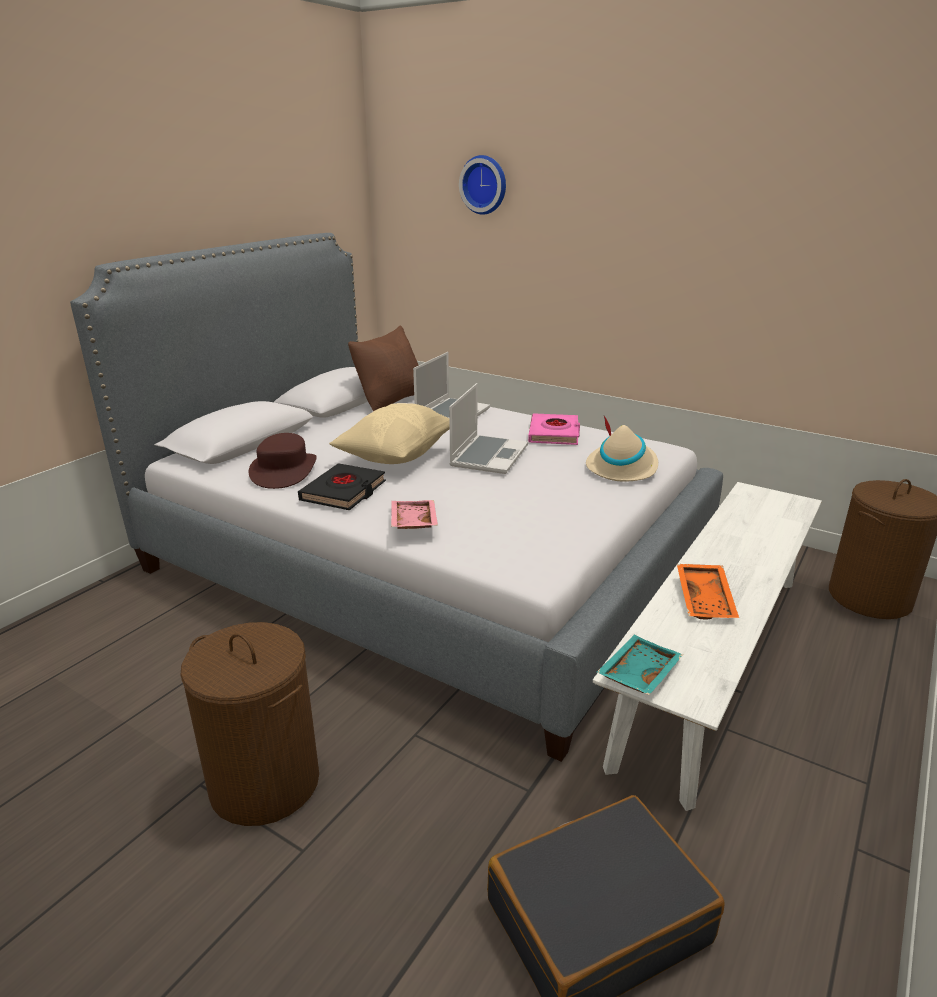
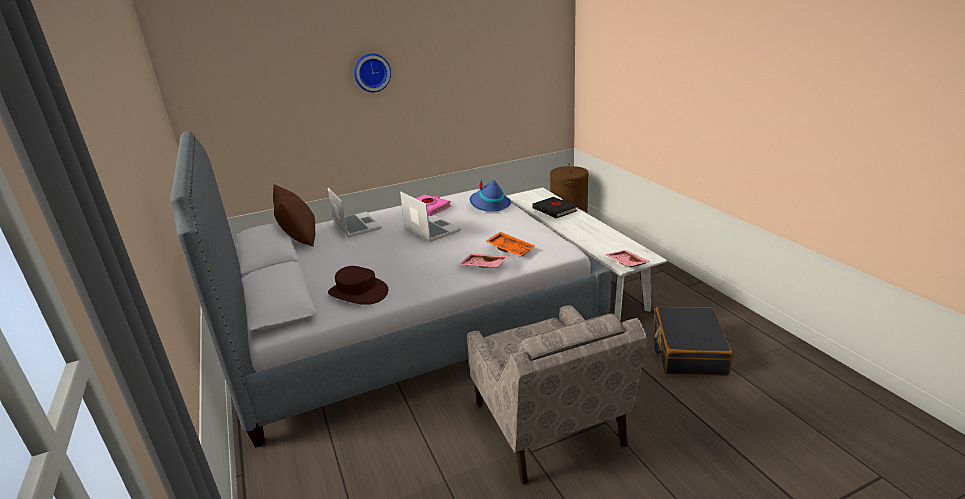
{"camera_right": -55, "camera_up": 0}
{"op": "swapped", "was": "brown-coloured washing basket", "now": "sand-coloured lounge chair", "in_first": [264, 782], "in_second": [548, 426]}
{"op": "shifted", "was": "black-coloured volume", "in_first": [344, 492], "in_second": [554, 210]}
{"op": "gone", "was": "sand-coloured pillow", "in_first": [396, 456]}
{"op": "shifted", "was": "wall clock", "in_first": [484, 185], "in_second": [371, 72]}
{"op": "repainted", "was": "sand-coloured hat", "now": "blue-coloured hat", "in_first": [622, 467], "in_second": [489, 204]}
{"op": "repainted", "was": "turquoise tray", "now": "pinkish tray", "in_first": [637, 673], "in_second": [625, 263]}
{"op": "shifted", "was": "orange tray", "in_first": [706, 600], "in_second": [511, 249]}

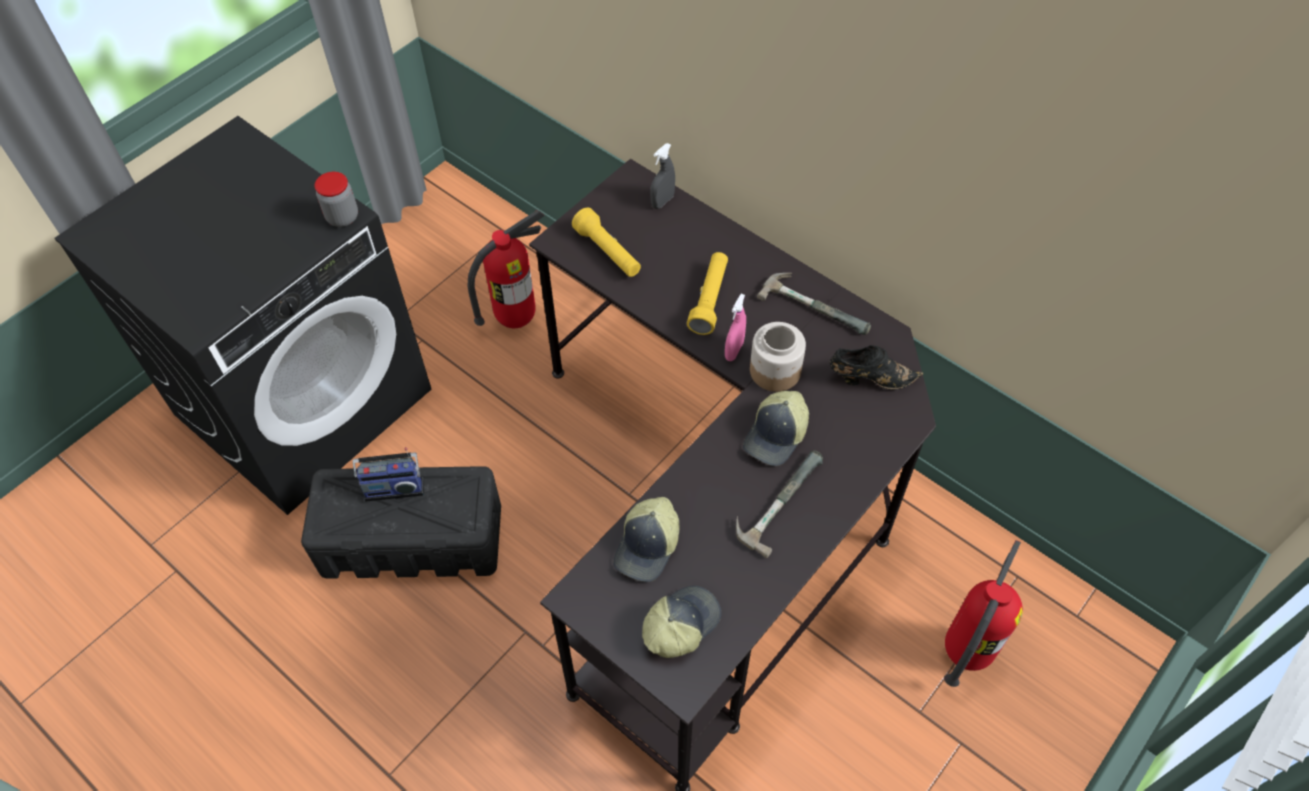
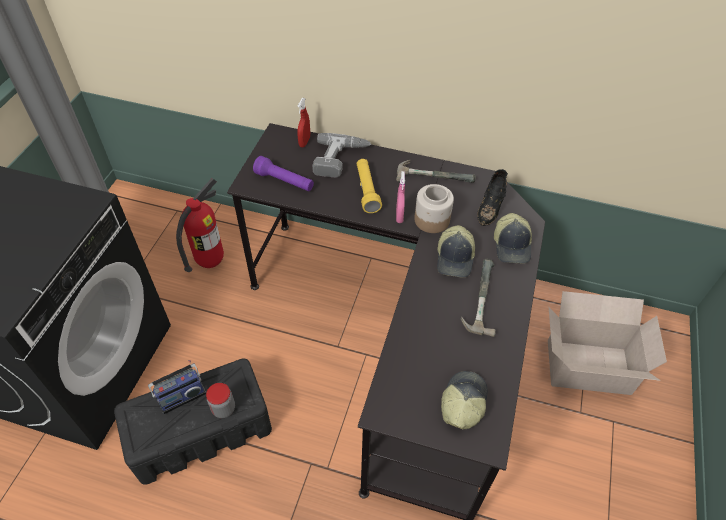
{"camera_right": -25, "camera_up": -5}
{"op": "shifted", "was": "jar", "in_first": [342, 217], "in_second": [223, 408]}
{"op": "repainted", "was": "yellow-coloured flashlight", "now": "purplish flashlight", "in_first": [608, 252], "in_second": [284, 181]}
{"op": "shifted", "was": "baseball cap", "in_first": [648, 546], "in_second": [512, 246]}
{"op": "repainted", "was": "grey spray bottle", "now": "red-coloured spray bottle", "in_first": [662, 201], "in_second": [304, 142]}
{"op": "rotated", "was": "black-coloured item of footwear", "in_first": [869, 379], "in_second": [491, 207], "clockwise": 135}
{"op": "swapped", "was": "extinguisher", "now": "packing box", "in_first": [964, 652], "in_second": [585, 366]}
{"op": "new", "now": "power drill", "in_second": [340, 160]}

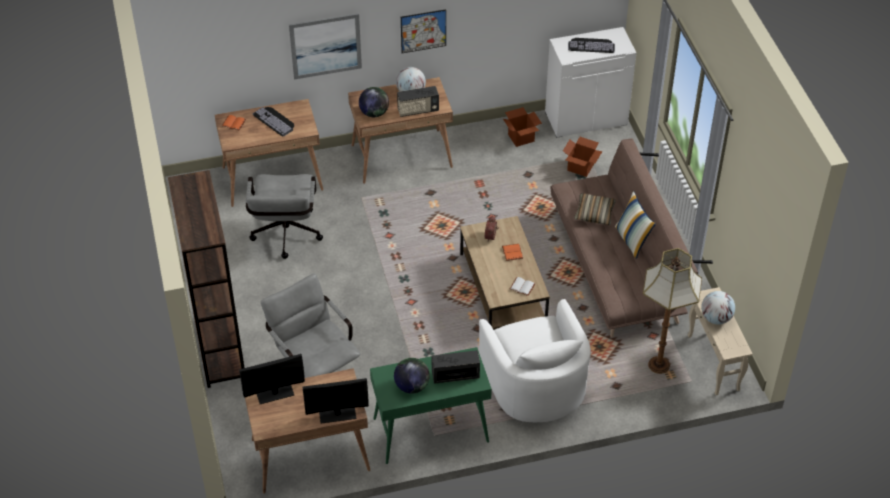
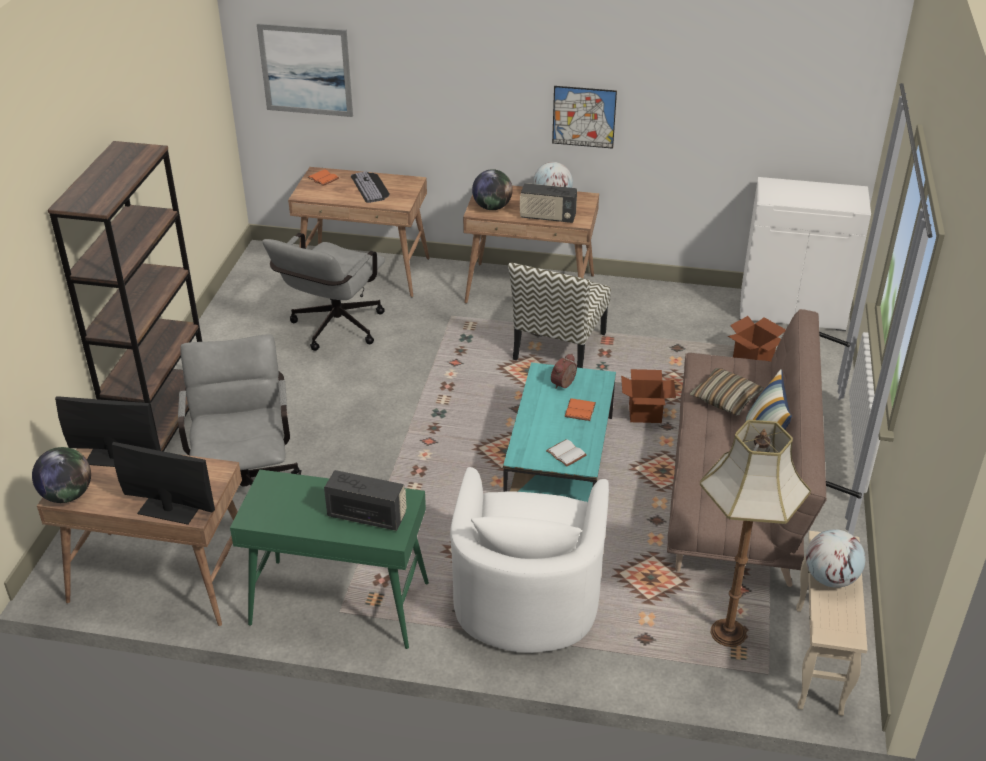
{"camera_right": 25, "camera_up": -10}
{"op": "shifted", "was": "wall picture", "in_first": [325, 46], "in_second": [306, 70]}
{"op": "shifted", "was": "globe", "in_first": [411, 386], "in_second": [67, 495]}
{"op": "repainted", "was": "brown-coloured low table", "now": "turquoise low table", "in_first": [503, 288], "in_second": [560, 463]}
{"op": "shifted", "was": "packing box", "in_first": [521, 138], "in_second": [645, 414]}
{"op": "gone", "was": "keyboard", "in_first": [591, 45]}
{"op": "new", "now": "upright chair", "in_second": [559, 348]}

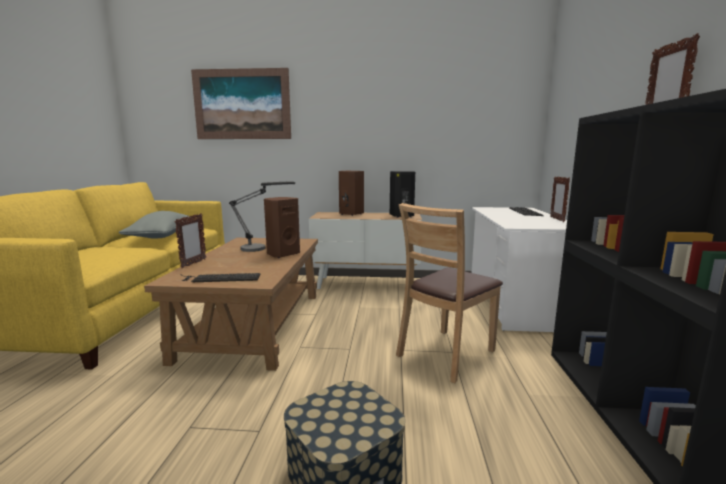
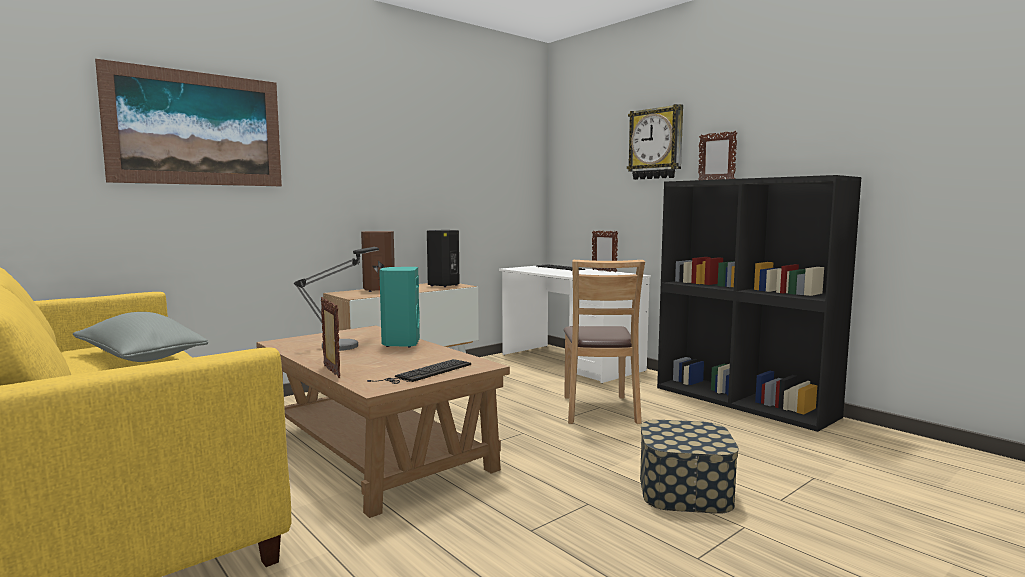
{"camera_right": -45, "camera_up": -5}
{"op": "repainted", "was": "brown-coloured audio speaker", "now": "turquoise audio speaker", "in_first": [282, 254], "in_second": [400, 343]}
{"op": "new", "now": "wall clock", "in_second": [656, 144]}

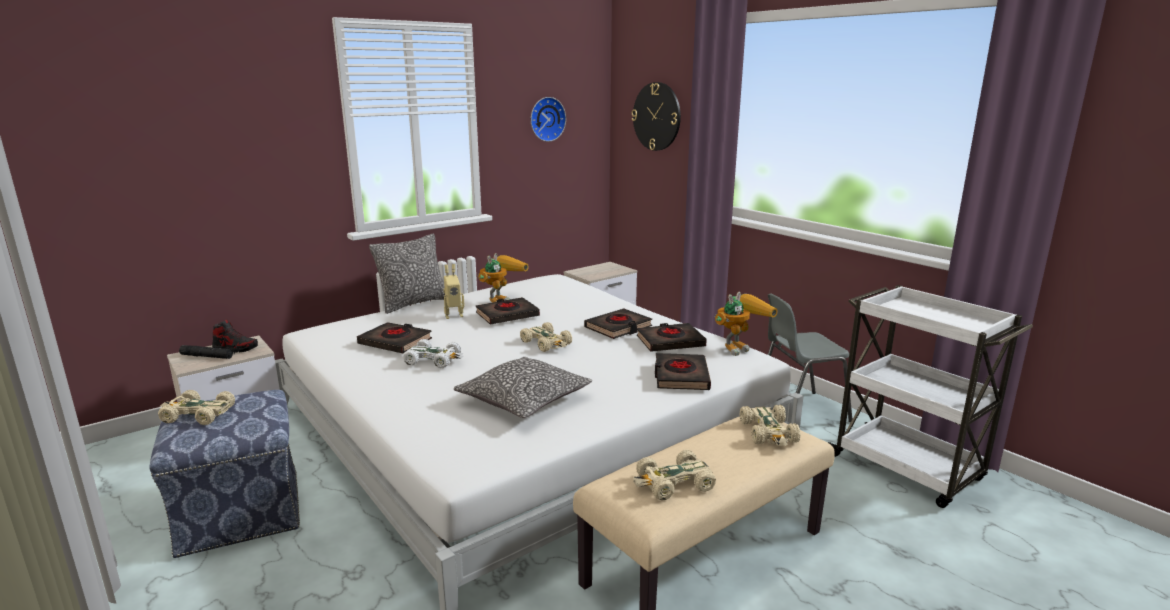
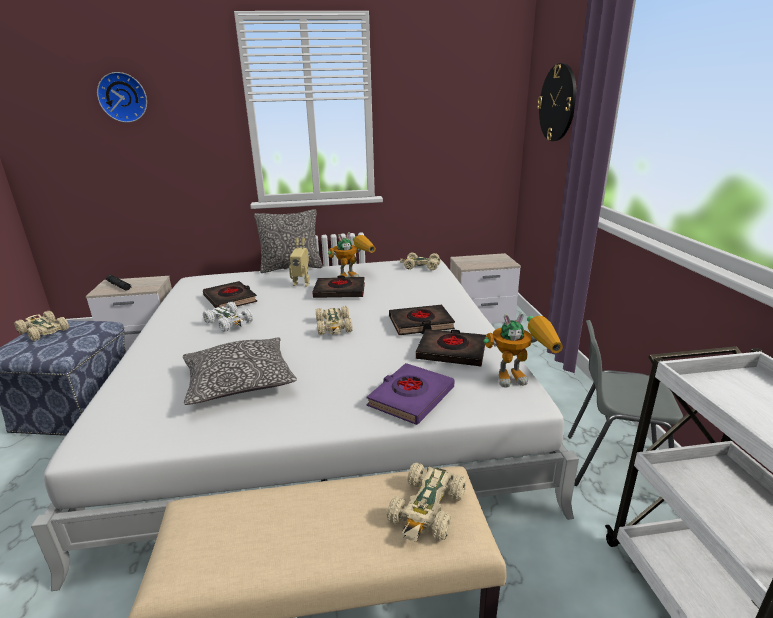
{"camera_right": 30, "camera_up": 5}
{"op": "gone", "was": "item of footwear", "in_first": [236, 348]}
{"op": "shifted", "was": "wall clock", "in_first": [546, 119], "in_second": [123, 97]}
{"op": "shifted", "was": "sand-coloured toy car", "in_first": [673, 483], "in_second": [421, 266]}
{"op": "repainted", "was": "black-coloured volume", "now": "purplish volume", "in_first": [681, 376], "in_second": [410, 397]}

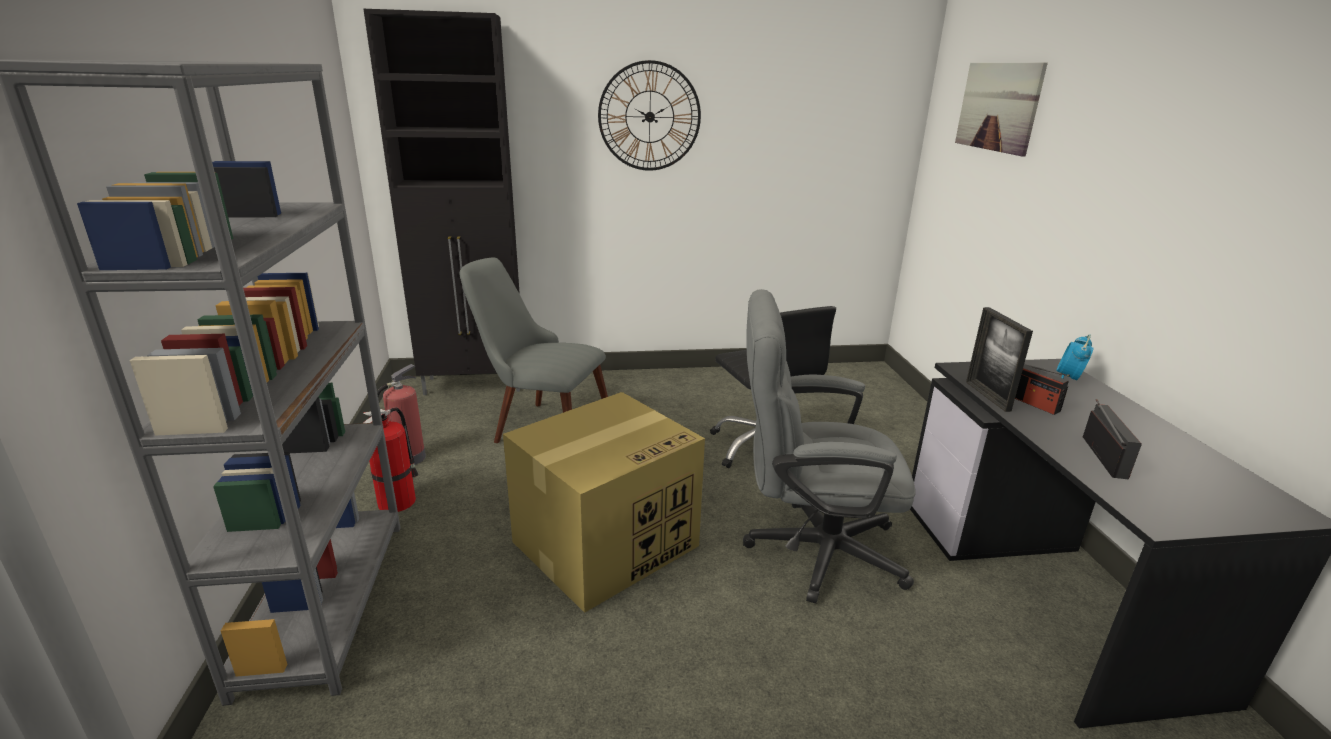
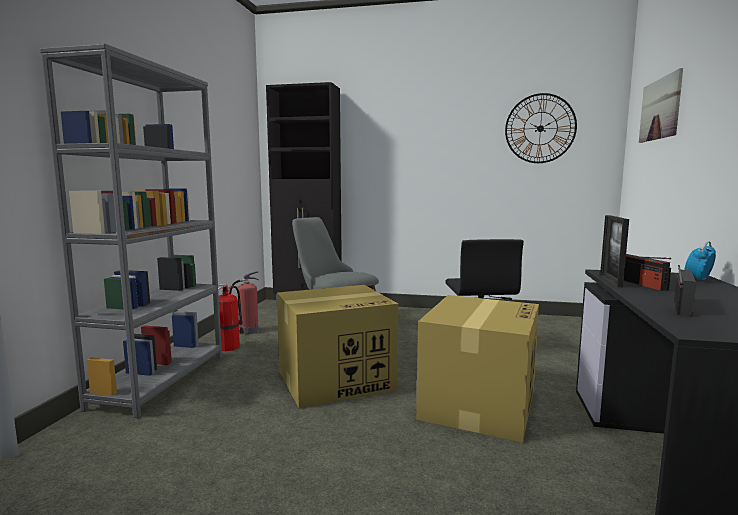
{"camera_right": 20, "camera_up": -15}
{"op": "shifted", "was": "wall clock", "in_first": [649, 117], "in_second": [540, 128]}
{"op": "swapped", "was": "grey office chair", "now": "packing box", "in_first": [809, 549], "in_second": [478, 403]}

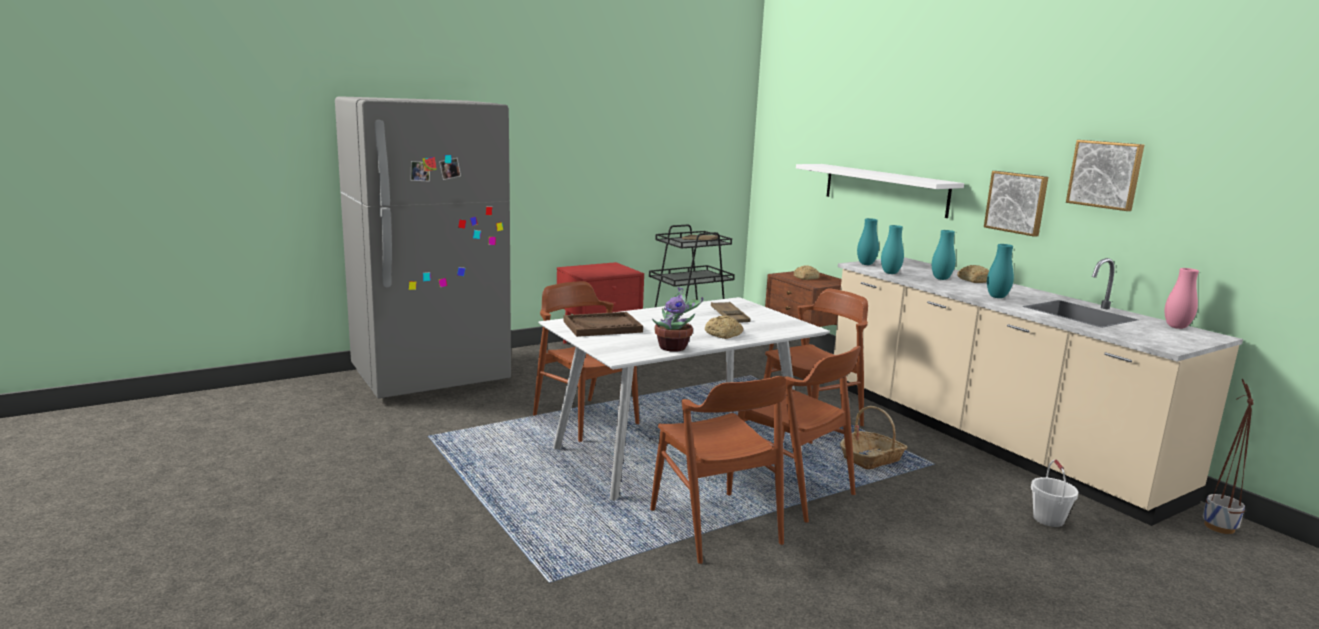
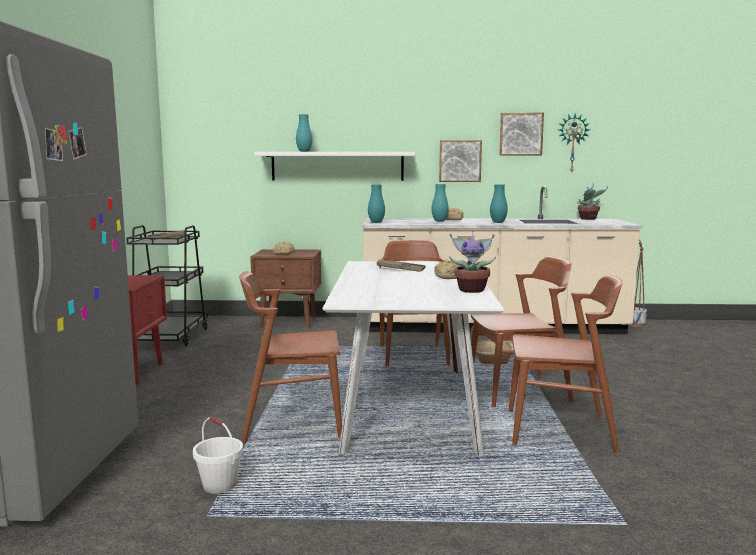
{"camera_right": -55, "camera_up": -5}
{"op": "gone", "was": "brown-coloured tray", "in_first": [602, 326]}
{"op": "shifted", "was": "turquoise decorative vase", "in_first": [890, 273], "in_second": [304, 151]}
{"op": "shifted", "was": "white-coloured pail", "in_first": [1049, 519], "in_second": [220, 485]}
{"op": "swapped", "was": "pinkish decorative vase", "now": "houseplant", "in_first": [1176, 327], "in_second": [588, 219]}
{"op": "new", "now": "wall clock", "in_second": [572, 143]}

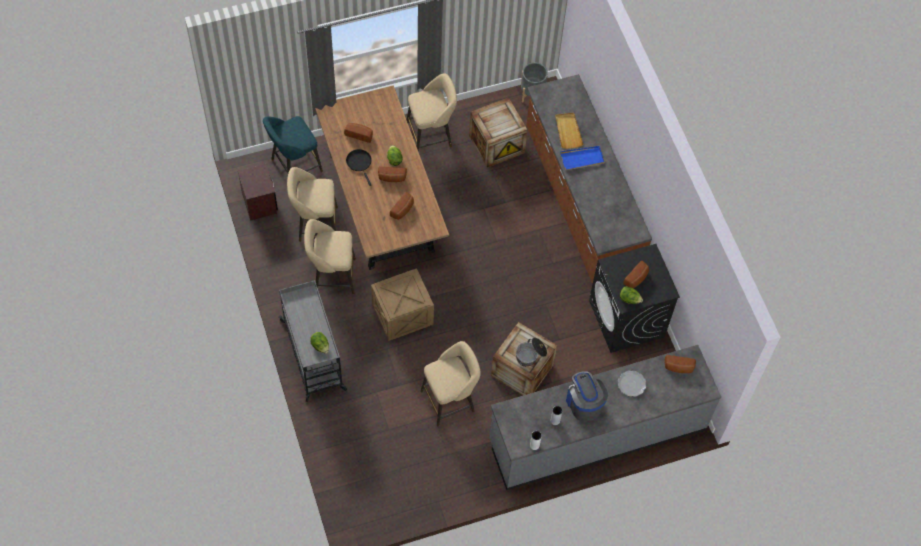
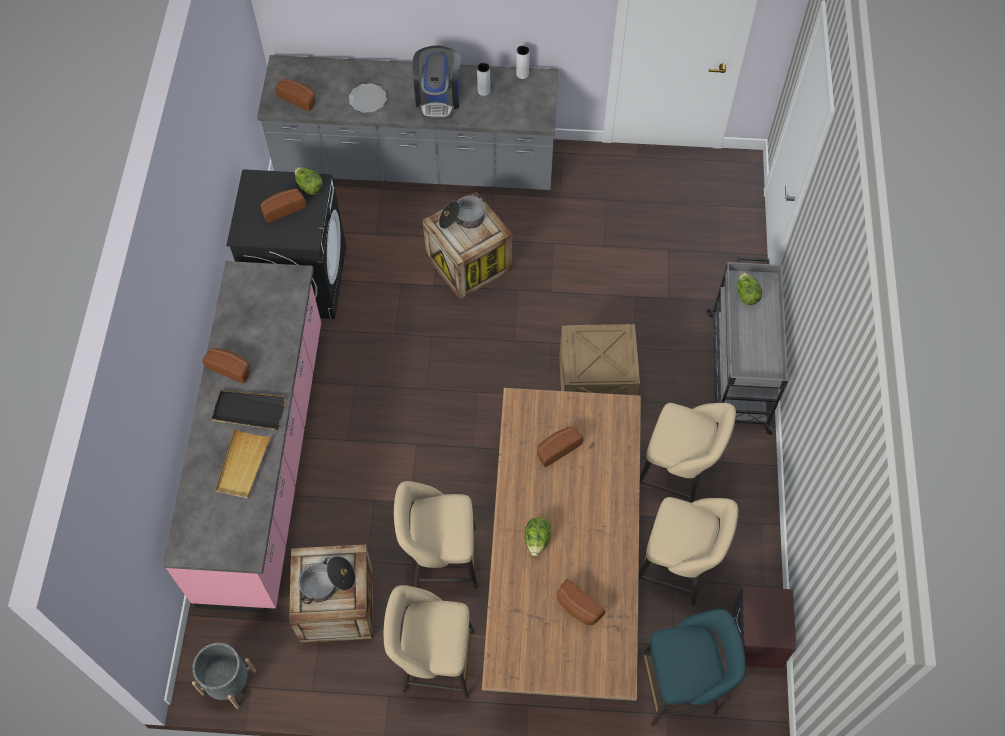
{"camera_right": -155, "camera_up": 0}
{"op": "gone", "was": "black-coloured frying pan", "in_first": [359, 163]}
{"op": "shifted", "was": "bread", "in_first": [392, 178], "in_second": [230, 367]}
{"op": "shifted", "was": "sand-coloured sitting stool", "in_first": [450, 400], "in_second": [440, 559]}
{"op": "repainted", "was": "brown-coloured kitchen counter", "now": "pinkish kitchen counter", "in_first": [580, 202], "in_second": [265, 460]}
{"op": "repainted", "was": "blue-coloured tray", "now": "black-coloured tray", "in_first": [582, 159], "in_second": [249, 411]}
{"op": "new", "now": "cooking pot", "in_second": [328, 583]}

